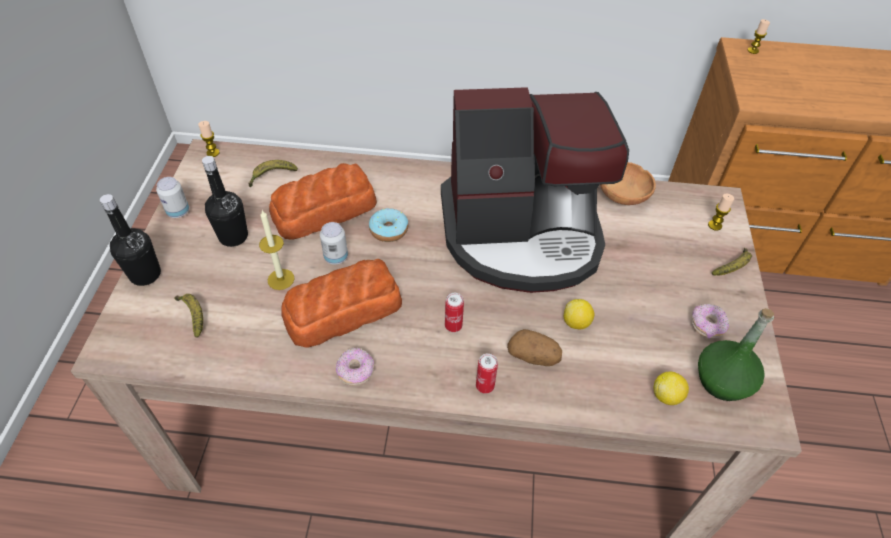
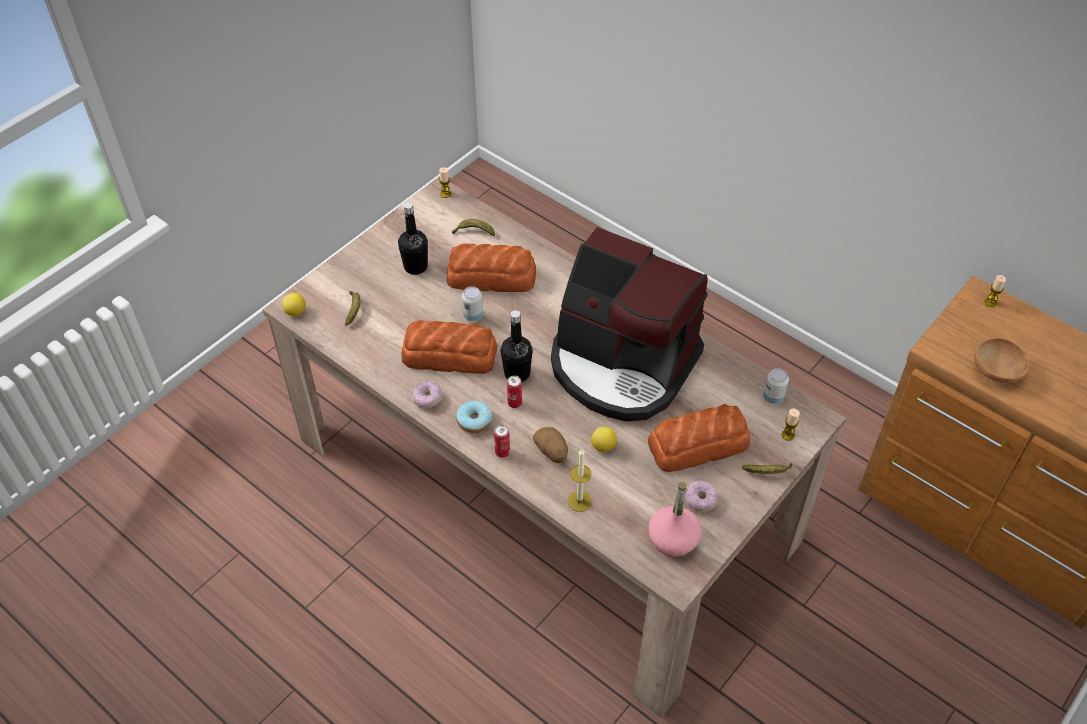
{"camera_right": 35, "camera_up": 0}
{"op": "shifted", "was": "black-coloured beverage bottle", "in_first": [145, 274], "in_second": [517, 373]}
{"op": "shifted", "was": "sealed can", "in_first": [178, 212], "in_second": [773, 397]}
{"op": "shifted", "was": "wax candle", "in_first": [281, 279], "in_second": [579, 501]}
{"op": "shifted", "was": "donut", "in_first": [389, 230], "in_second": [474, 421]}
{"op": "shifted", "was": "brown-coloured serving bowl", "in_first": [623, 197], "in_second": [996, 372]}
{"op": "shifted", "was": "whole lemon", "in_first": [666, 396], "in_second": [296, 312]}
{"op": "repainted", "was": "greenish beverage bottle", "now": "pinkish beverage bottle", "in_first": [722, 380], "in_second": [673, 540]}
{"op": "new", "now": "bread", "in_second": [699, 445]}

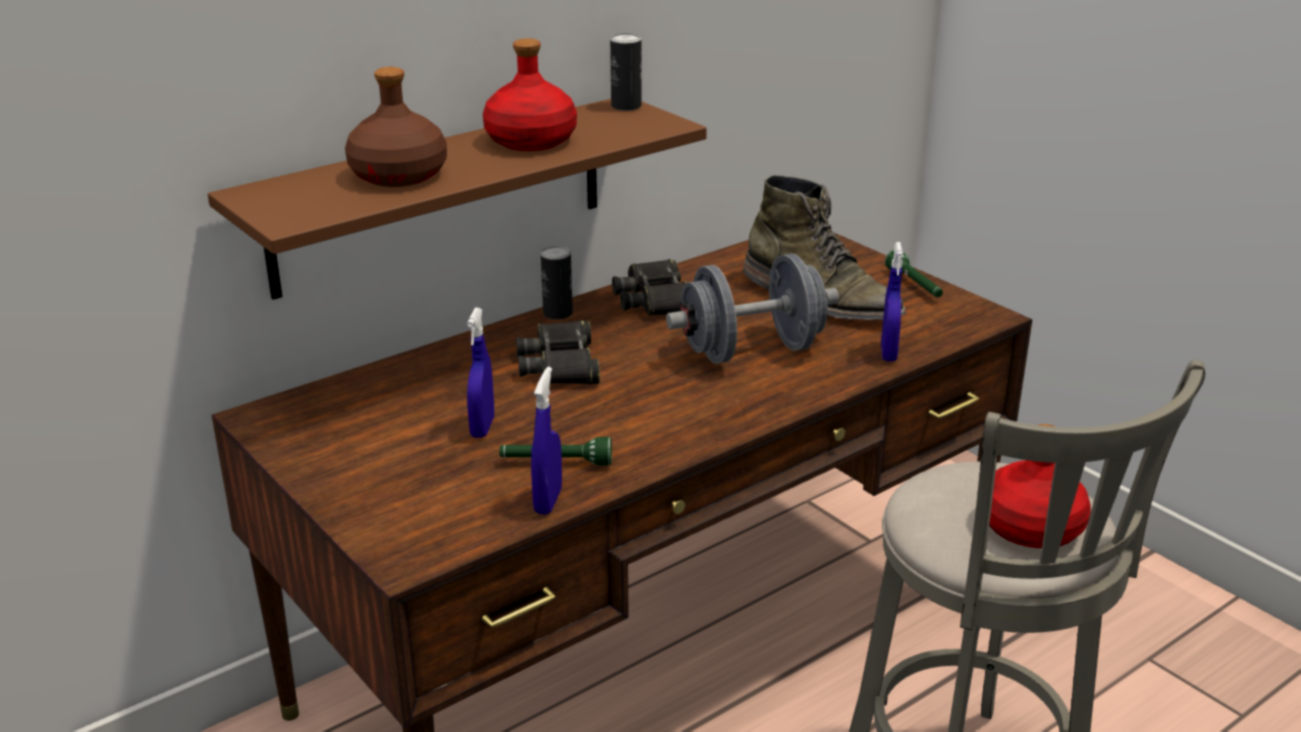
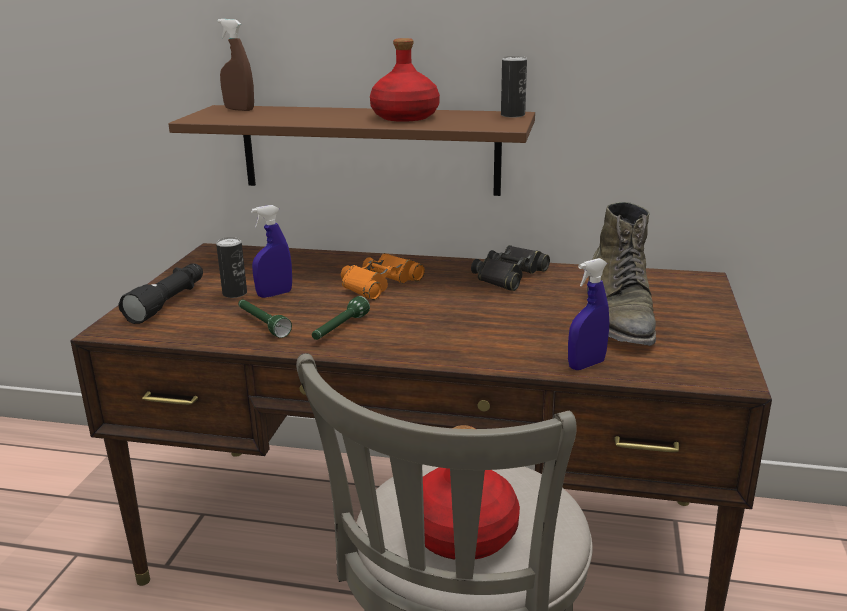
{"camera_right": 50, "camera_up": -5}
{"op": "gone", "was": "brown-coloured beverage bottle", "in_first": [398, 175]}
{"op": "repainted", "was": "black-coloured pair of binoculars", "now": "orange pair of binoculars", "in_first": [561, 364], "in_second": [379, 284]}
{"op": "gone", "was": "blue-coloured spray bottle", "in_first": [548, 501]}
{"op": "shifted", "was": "sealed can", "in_first": [557, 313], "in_second": [234, 293]}
{"op": "gone", "was": "grey hand weight", "in_first": [751, 351]}
{"op": "shifted", "was": "greenish flashlight", "in_first": [914, 286], "in_second": [339, 329]}
{"op": "new", "now": "black-coloured flashlight", "in_second": [168, 302]}
{"op": "new", "now": "brown-coloured spray bottle", "in_second": [239, 109]}

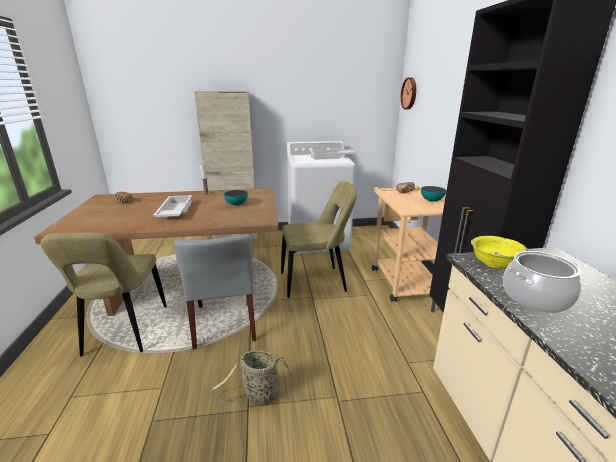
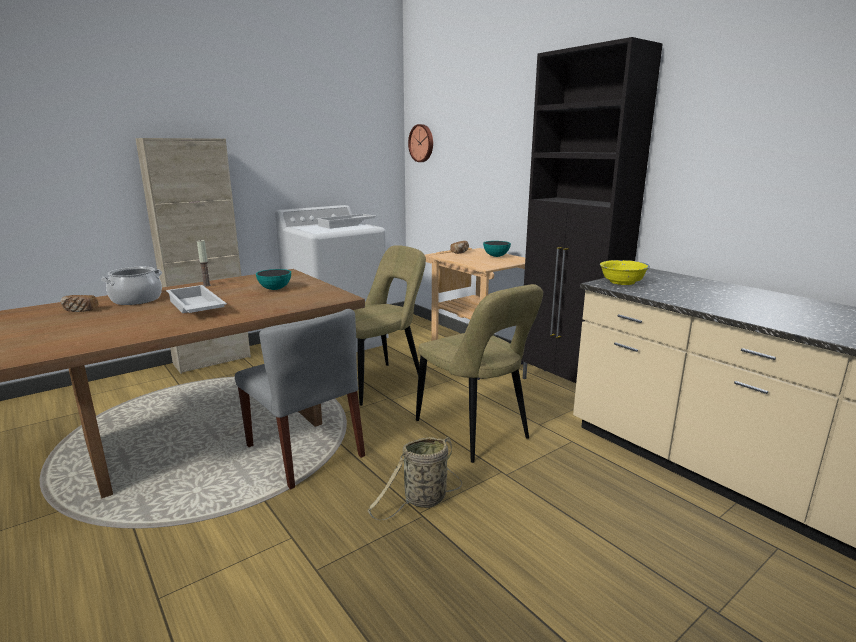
{"camera_right": -30, "camera_up": -5}
{"op": "shifted", "was": "sand-coloured upright chair", "in_first": [125, 332], "in_second": [474, 432]}
{"op": "shifted", "was": "cooking pot", "in_first": [535, 297], "in_second": [136, 299]}

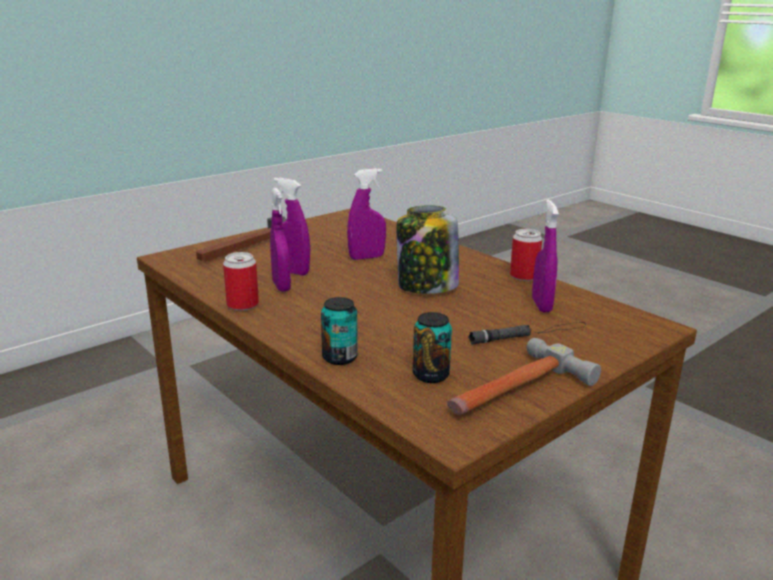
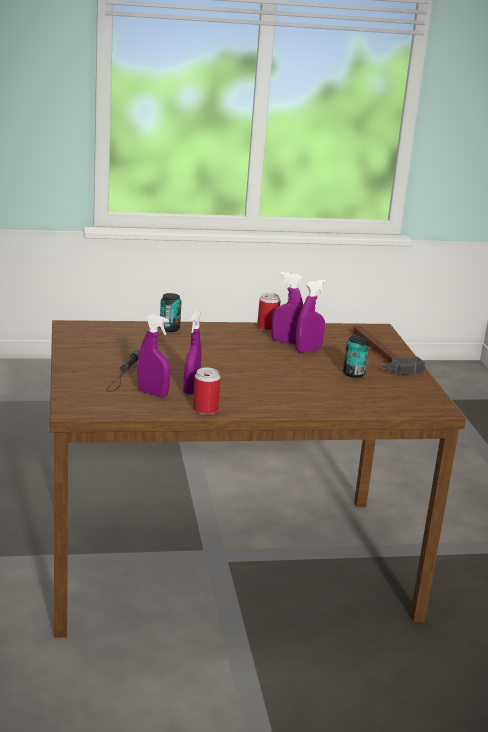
{"camera_right": 120, "camera_up": 0}
{"op": "shifted", "was": "purplish spray bottle", "in_first": [366, 257], "in_second": [191, 389]}
{"op": "gone", "was": "jar", "in_first": [426, 286]}
{"op": "shifted", "was": "sealed can", "in_first": [430, 375], "in_second": [353, 373]}
{"op": "gone", "was": "hammer", "in_first": [514, 391]}

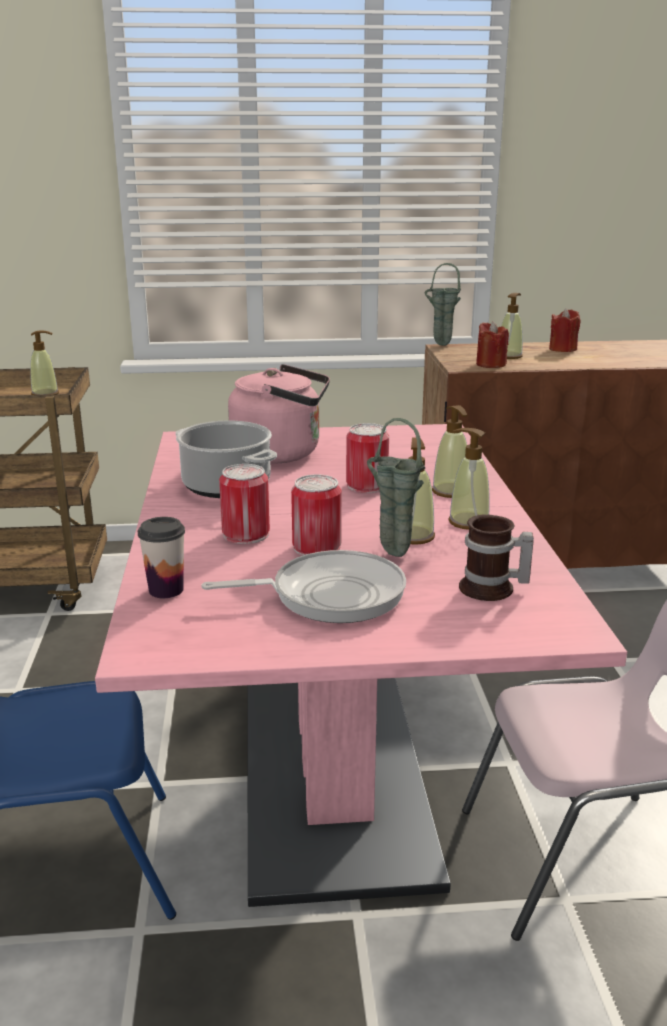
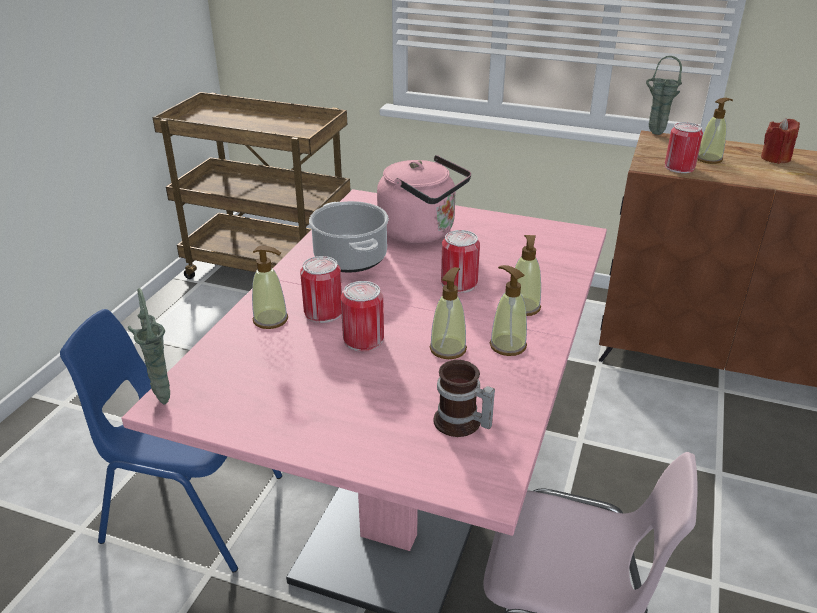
{"camera_right": 25, "camera_up": 10}
{"op": "shifted", "was": "soap dispenser", "in_first": [45, 394], "in_second": [271, 320]}
{"op": "gone", "was": "small cup", "in_first": [166, 590]}
{"op": "gone", "was": "frying pan", "in_first": [330, 595]}
{"op": "shifted", "was": "greenish decorative vase", "in_first": [391, 554], "in_second": [161, 399]}
{"op": "swapped", "was": "red-coloured wax candle", "now": "sealed can", "in_first": [490, 364], "in_second": [679, 167]}

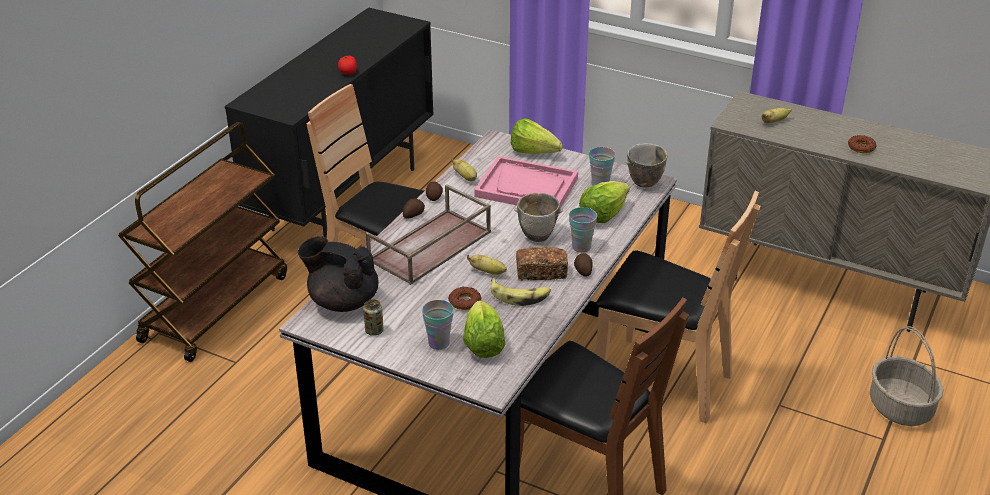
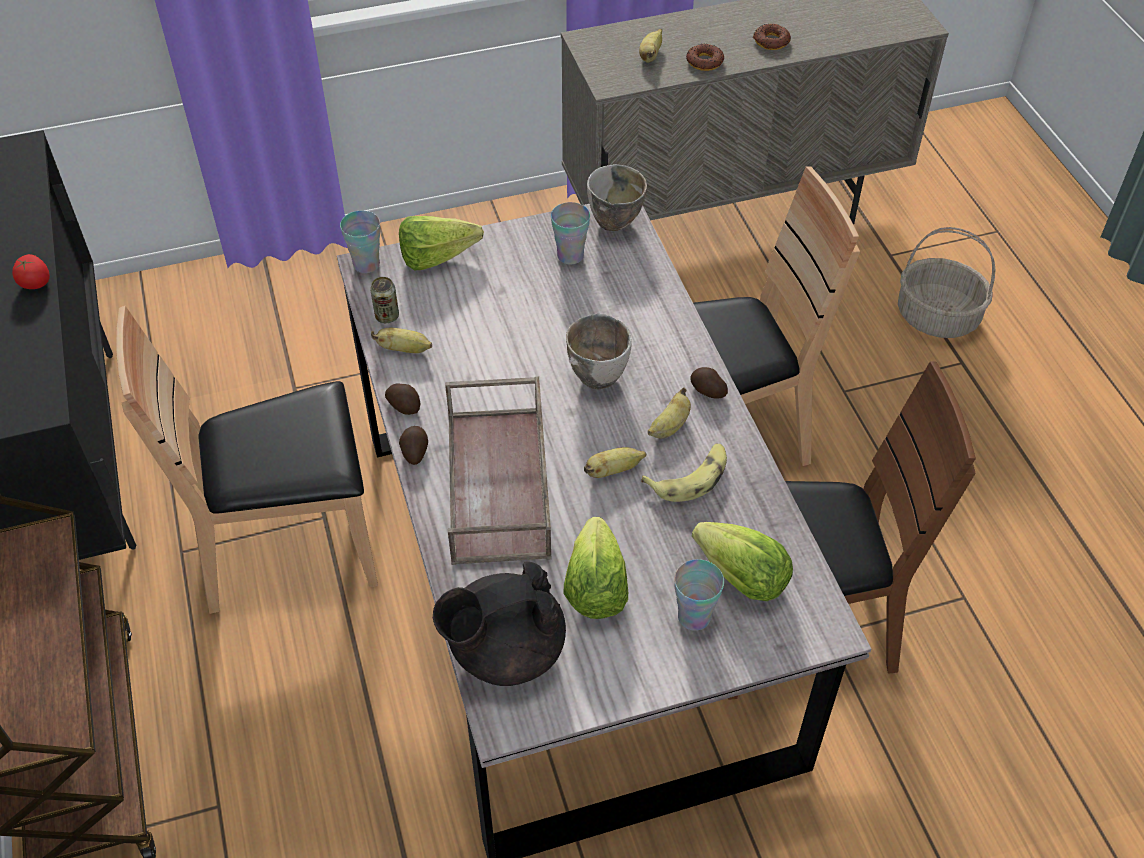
{"camera_right": -45, "camera_up": 15}
{"op": "shifted", "was": "sealed can", "in_first": [374, 331], "in_second": [387, 316]}
{"op": "shifted", "was": "donut", "in_first": [465, 302], "in_second": [704, 62]}
{"op": "gone", "was": "pinkish tray", "in_first": [527, 187]}
{"op": "swapped", "was": "bread", "now": "banana fruit", "in_first": [541, 273], "in_second": [669, 427]}
{"op": "shifted", "was": "small cup", "in_first": [581, 247], "in_second": [366, 264]}
{"op": "shifted", "was": "head of lettuce", "in_first": [602, 215], "in_second": [595, 588]}

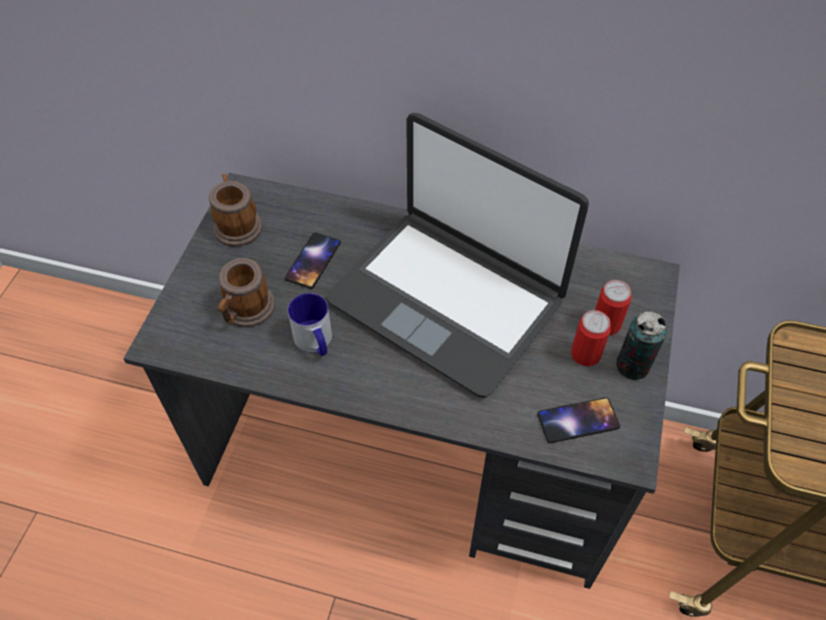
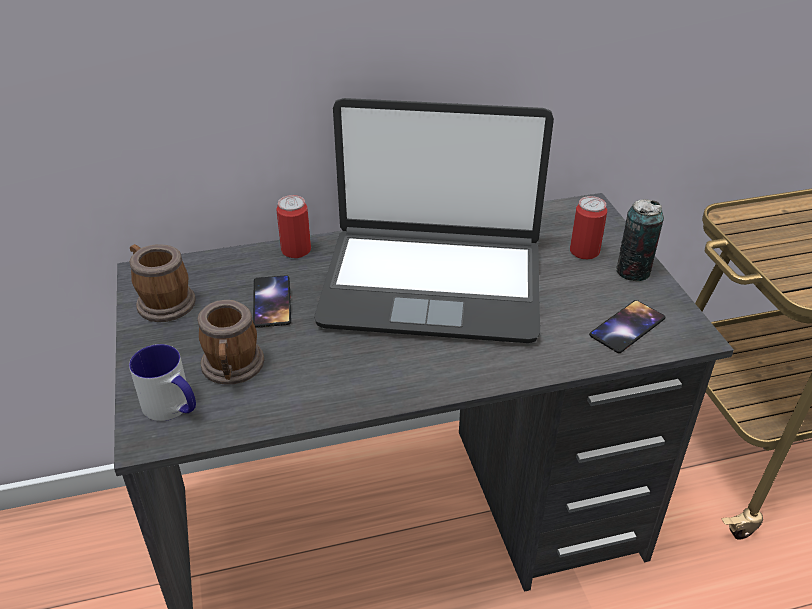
{"camera_right": -30, "camera_up": -15}
{"op": "shifted", "was": "coffee mug", "in_first": [315, 342], "in_second": [173, 407]}
{"op": "shifted", "was": "sealed can", "in_first": [585, 354], "in_second": [296, 250]}

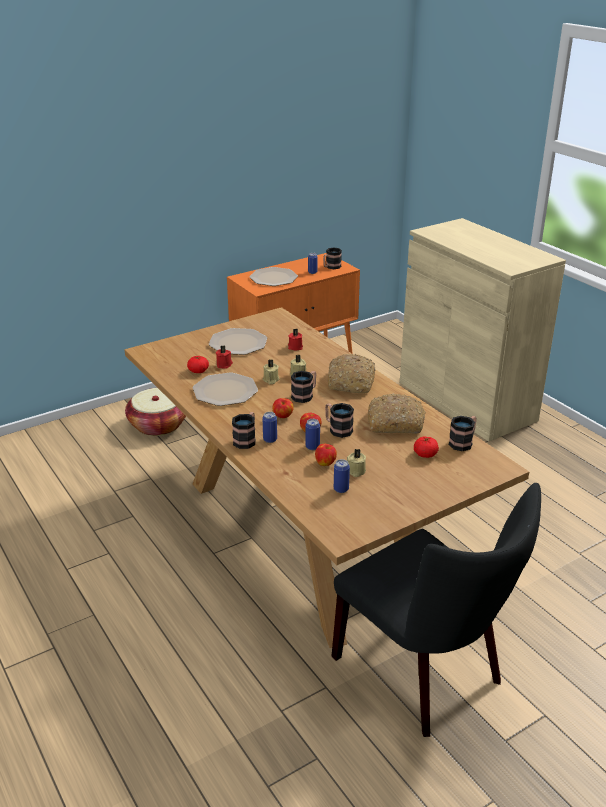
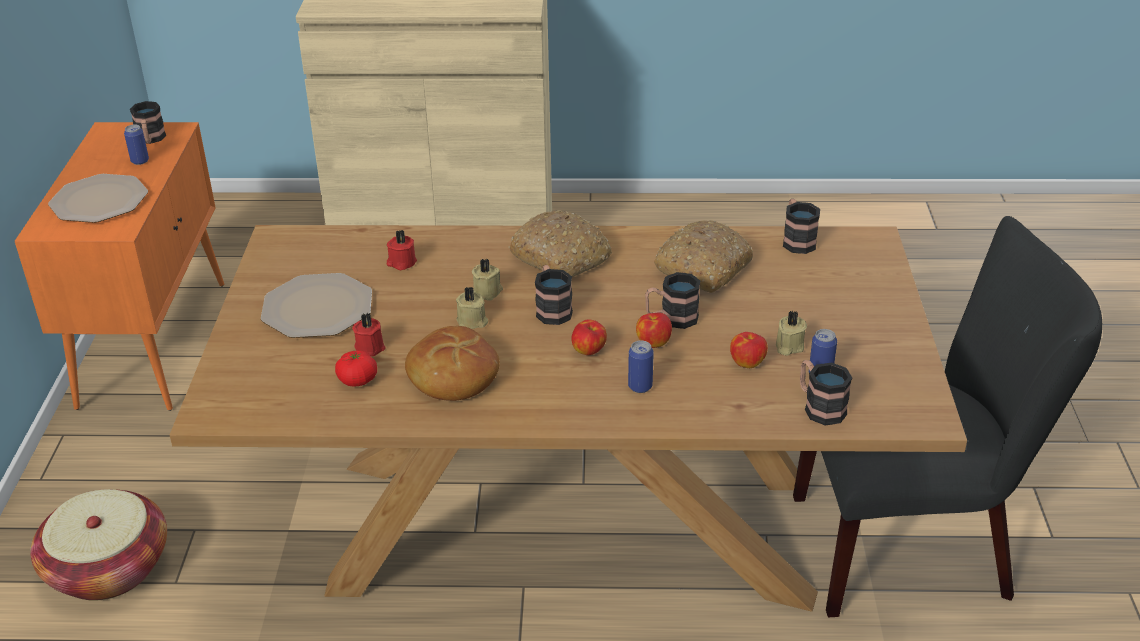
{"camera_right": -55, "camera_up": 5}
{"op": "swapped", "was": "plate", "now": "bread", "in_first": [224, 391], "in_second": [452, 376]}
{"op": "shifted", "was": "coffee mug", "in_first": [246, 439], "in_second": [819, 407]}
{"op": "gone", "was": "sealed can", "in_first": [312, 447]}
{"op": "gone", "was": "fresh tomato", "in_first": [425, 454]}

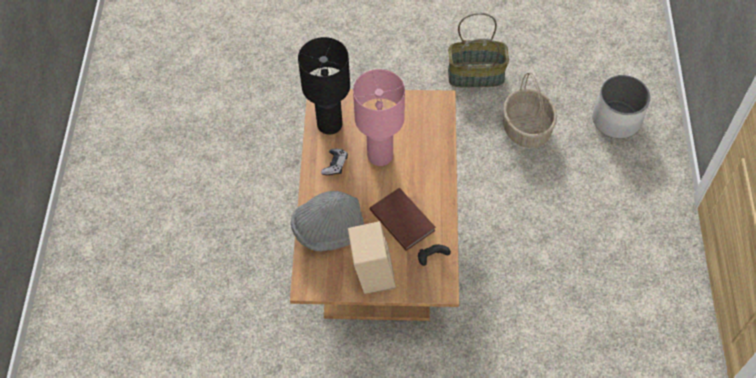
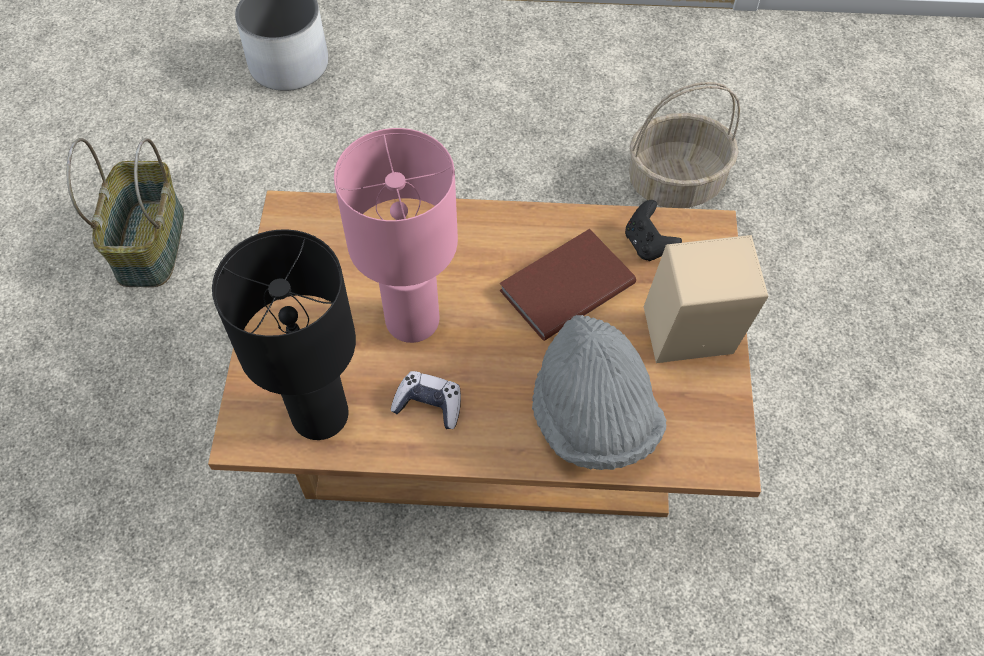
{"camera_right": -90, "camera_up": 0}
{"op": "shifted", "was": "basket", "in_first": [527, 129], "in_second": [676, 181]}

